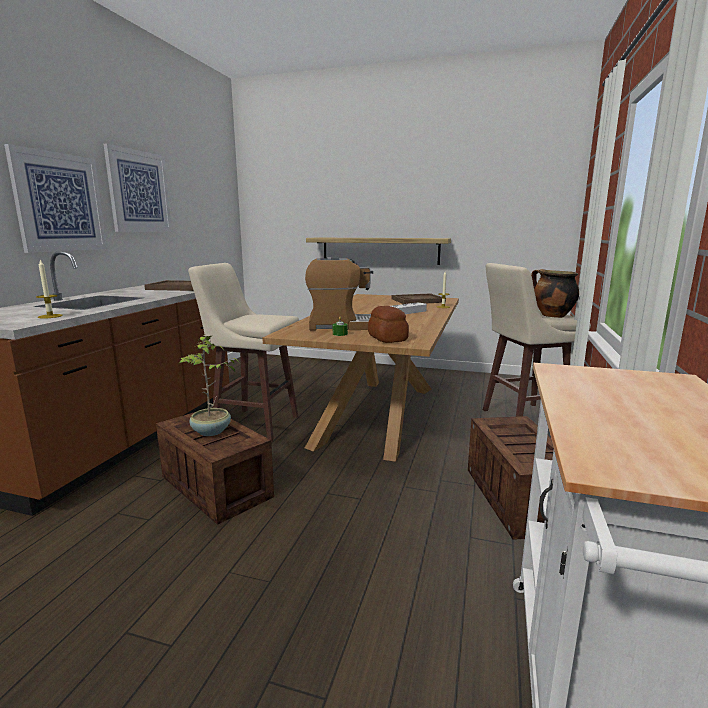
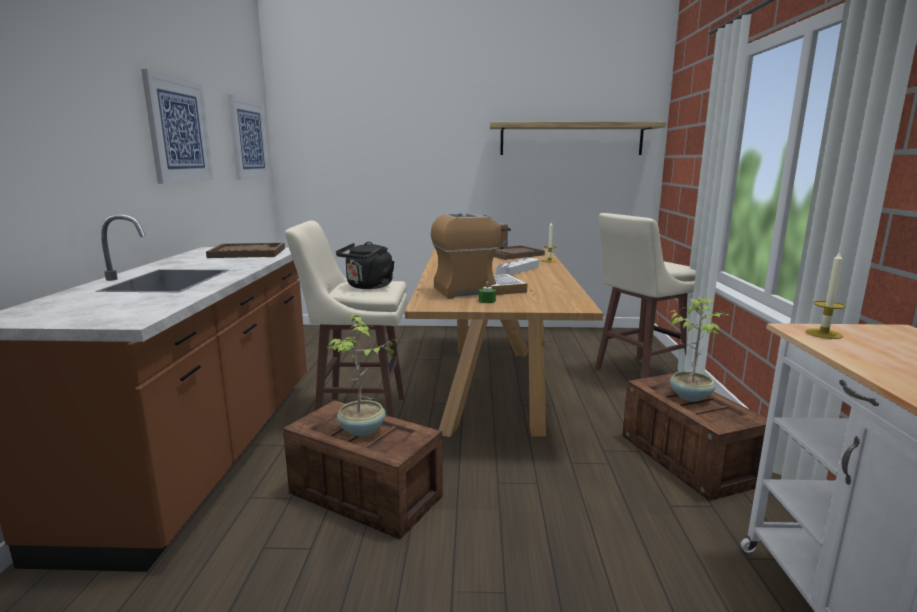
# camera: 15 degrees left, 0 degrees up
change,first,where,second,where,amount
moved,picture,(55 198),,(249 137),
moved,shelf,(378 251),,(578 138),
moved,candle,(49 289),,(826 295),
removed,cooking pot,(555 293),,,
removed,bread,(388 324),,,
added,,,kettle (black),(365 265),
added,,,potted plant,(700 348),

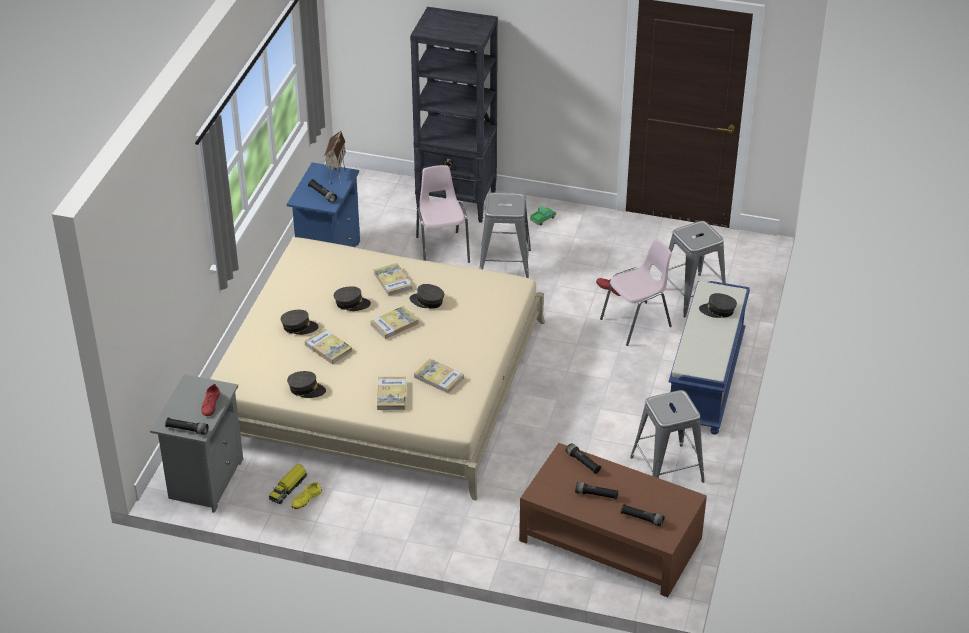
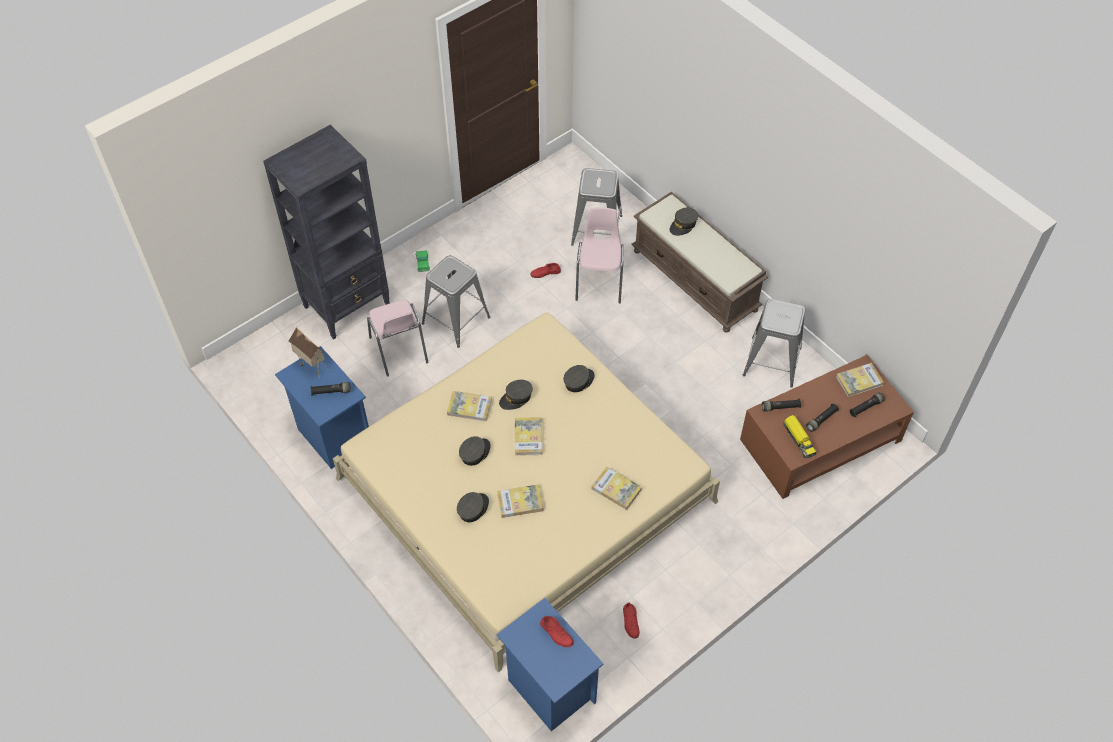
# camera: 55 degrees left, 15 degrees up
change,first,where,second,where,amount
turned,chair (pink),(443 214),,(398 338),135 degrees counterclockwise
recoloured,bench (blue),(709 358),bench (brown),(700 262),
moved,book,(439 376),,(860 380),
moved,cap (grey),(306 384),,(579 378),
recoloured,nightstand (grey),(196 443),nightstand (blue),(550 664),
removed,flashlight (black),(186 426),,,
moved,toy truck,(288 484),,(800 436),
recoloured,shoe (yellow),(306 495),shoe (red),(631 620),

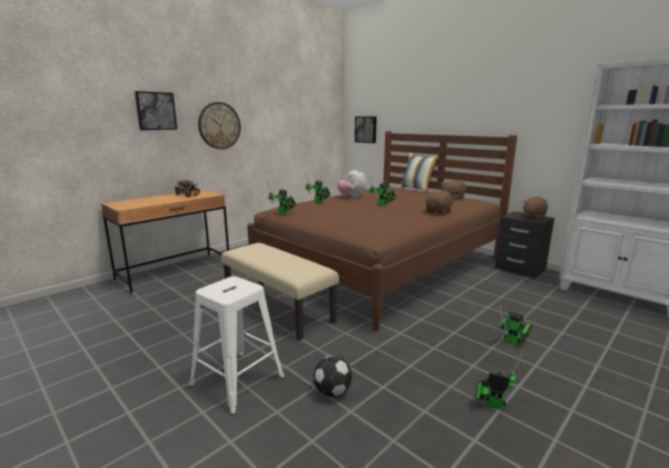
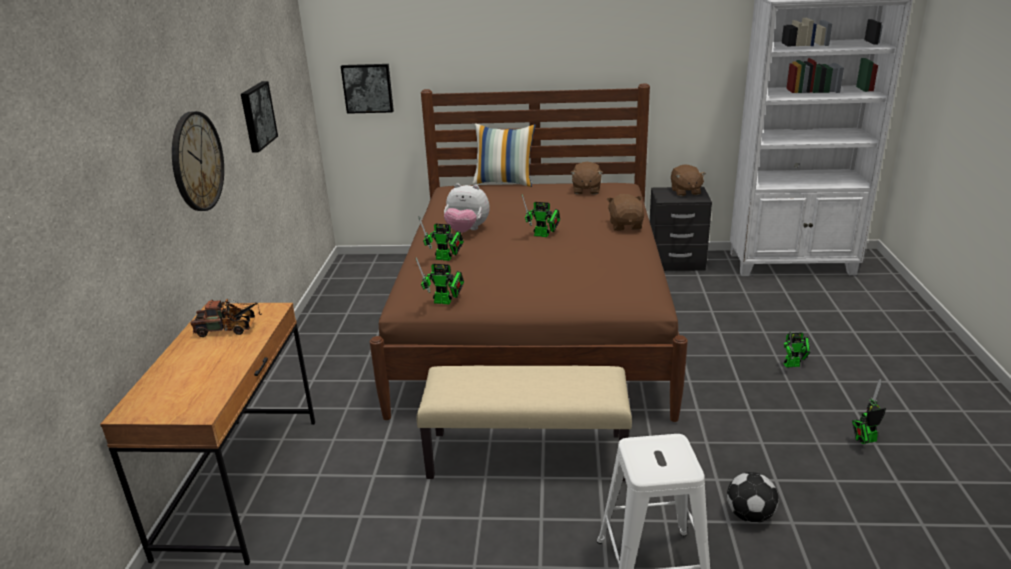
# camera: 40 degrees left, 10 degrees up
change,first,where,second,where,amount
moved,picture,(155 110),,(259 117),

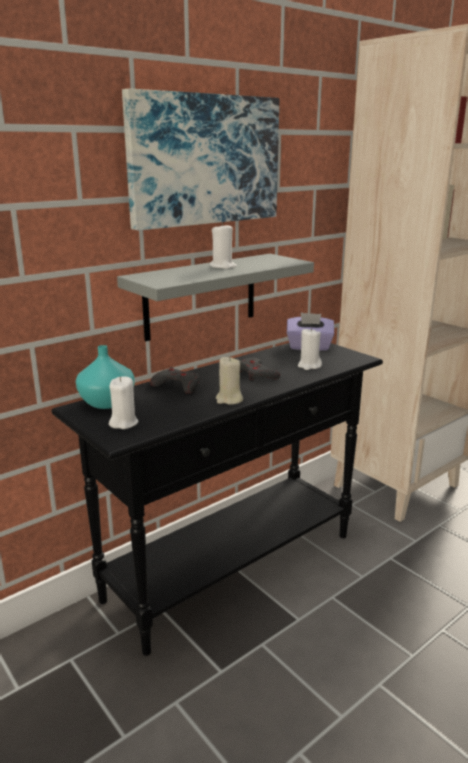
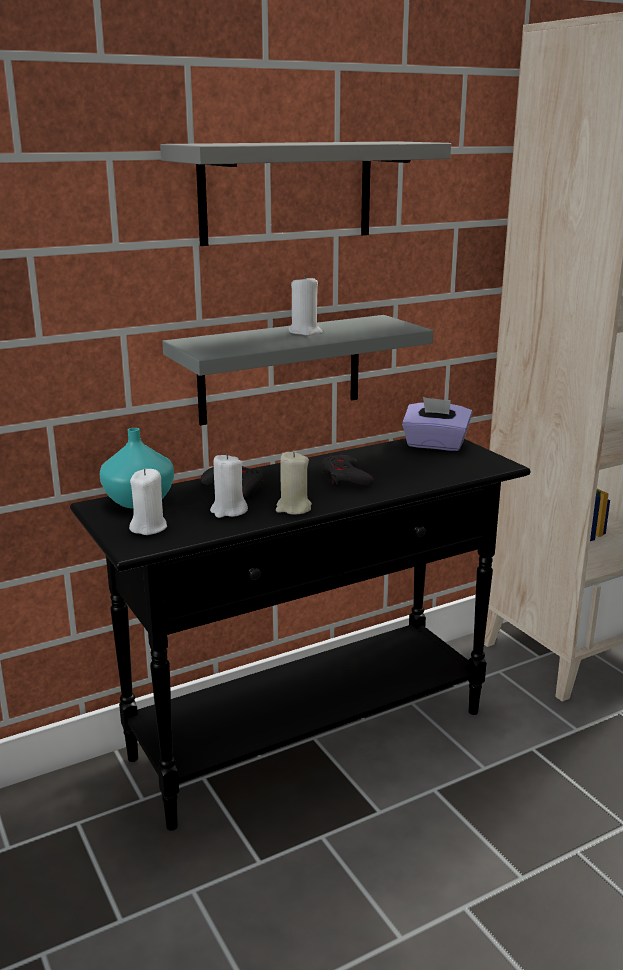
# camera: 10 degrees right, 0 degrees up
change,first,where,second,where,amount
replaced,picture,(200 159),shelf (grey),(305 193),
moved,candle (white),(310 349),,(229 486),

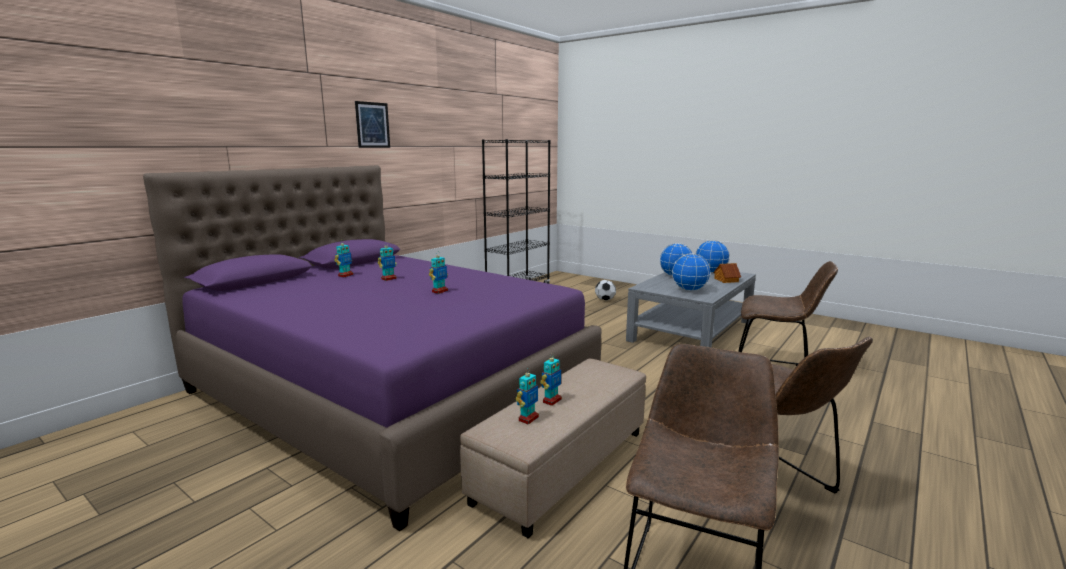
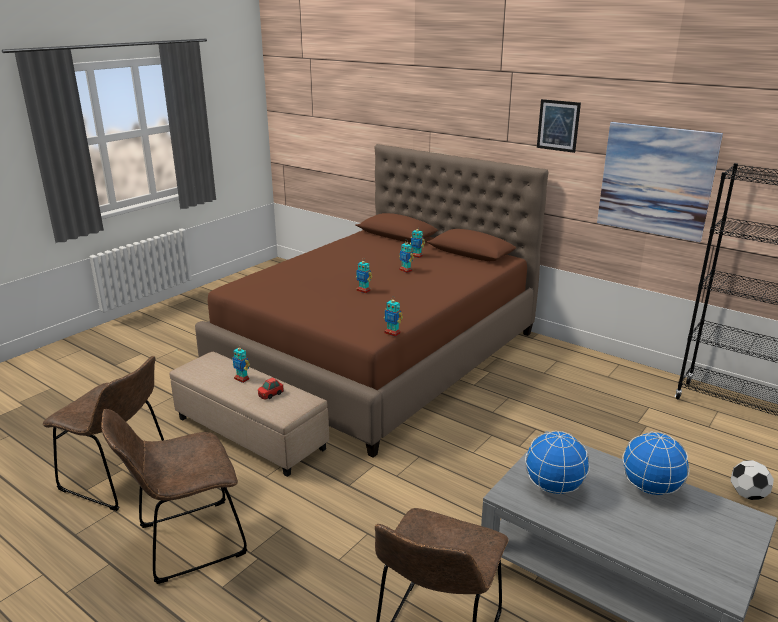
# camera: 90 degrees right, 10 degrees up
change,first,where,second,where,amount
recoloured,bed (purple),(372 348),bed (brown),(371 301),
removed,globe,(712 256),,,
removed,toy house,(727 273),,,
moved,toy robot,(527 396),,(393 316),
added,,,picture,(660 182),
added,,,toy car,(271 388),

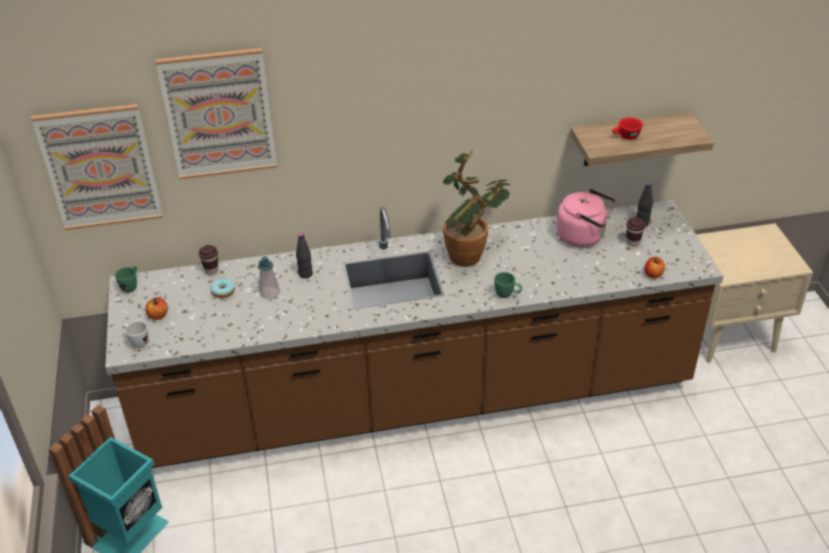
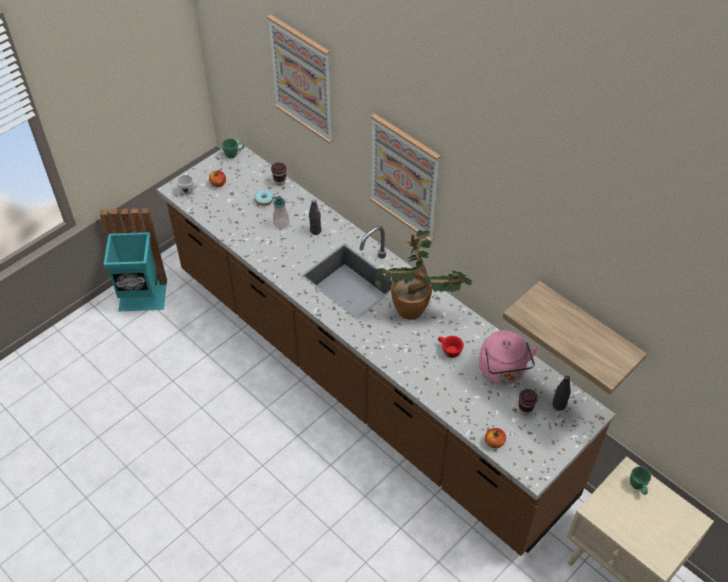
# camera: 55 degrees right, 10 degrees up
change,first,where,second,where,amount
moved,picture,(97 167),,(405 177),
moved,cup (red),(627 128),,(451 347),
moved,mug (green),(508 285),,(640 480),

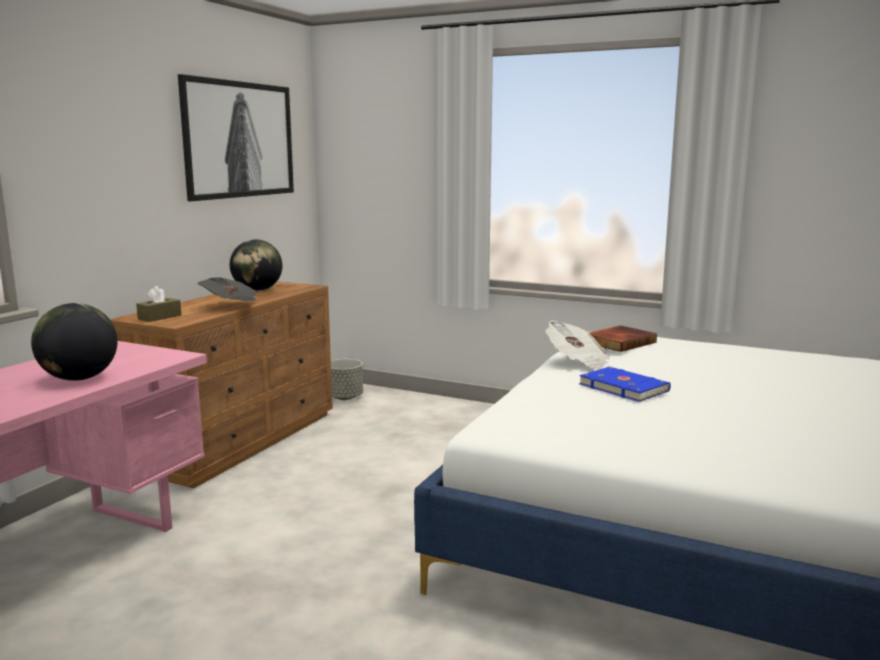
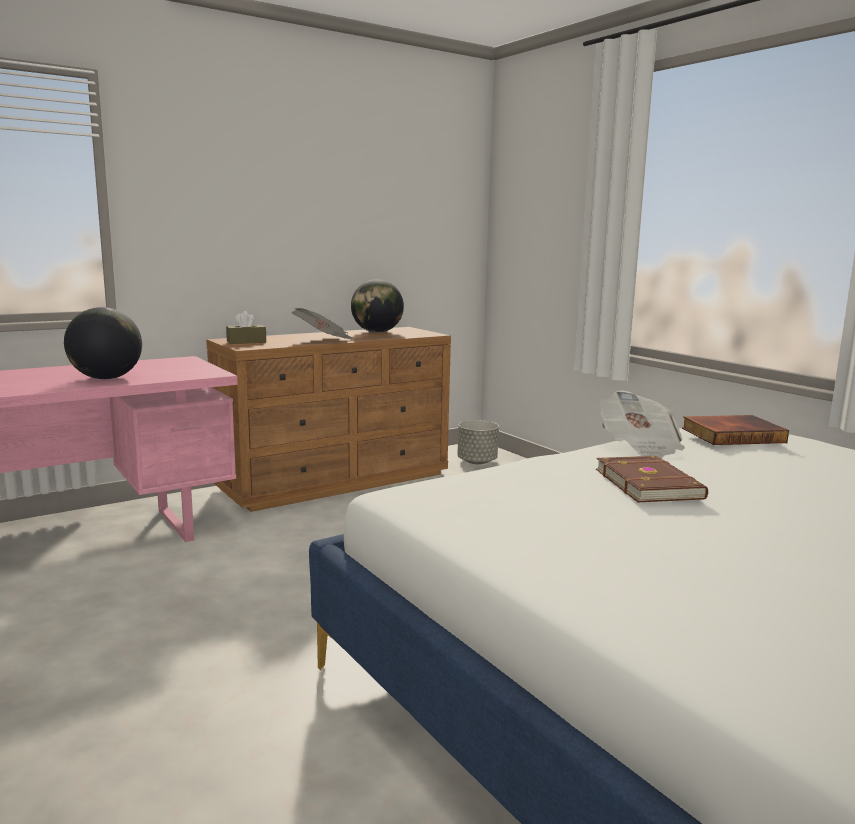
# camera: 30 degrees right, 0 degrees up
change,first,where,second,where,amount
removed,picture,(236 137),,,
recoloured,book (blue),(625 384),book (brown),(652 479),

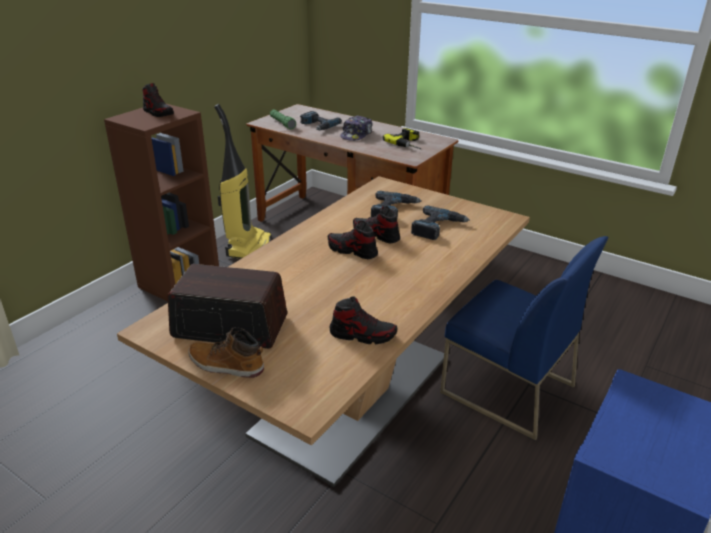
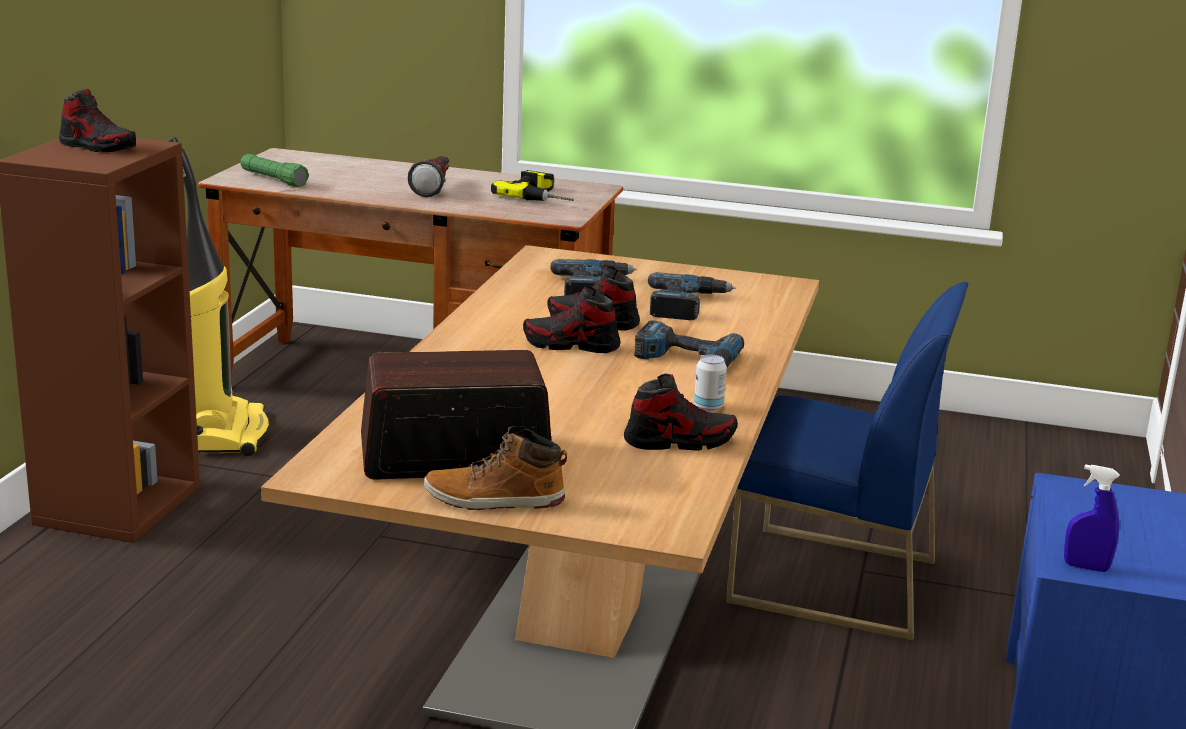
# camera: 20 degrees left, 10 degrees down
change,first,where,second,where,amount
moved,power drill,(321 120),,(689 343),
replaced,cap,(356 128),flashlight,(428 176),
added,,,can,(710 383),
added,,,spray bottle (blue),(1091 518),

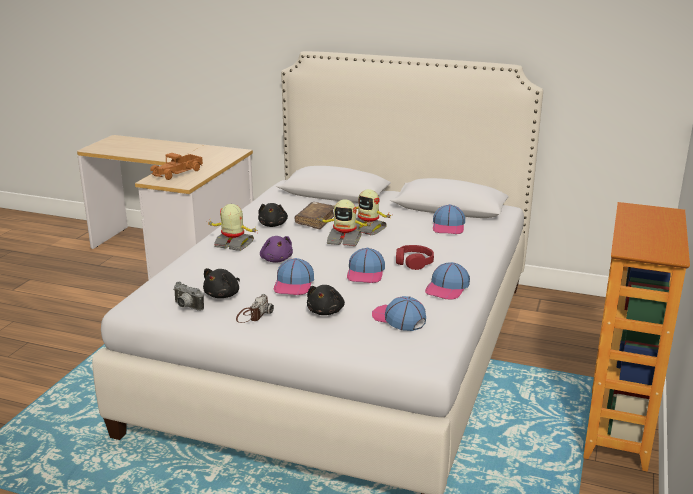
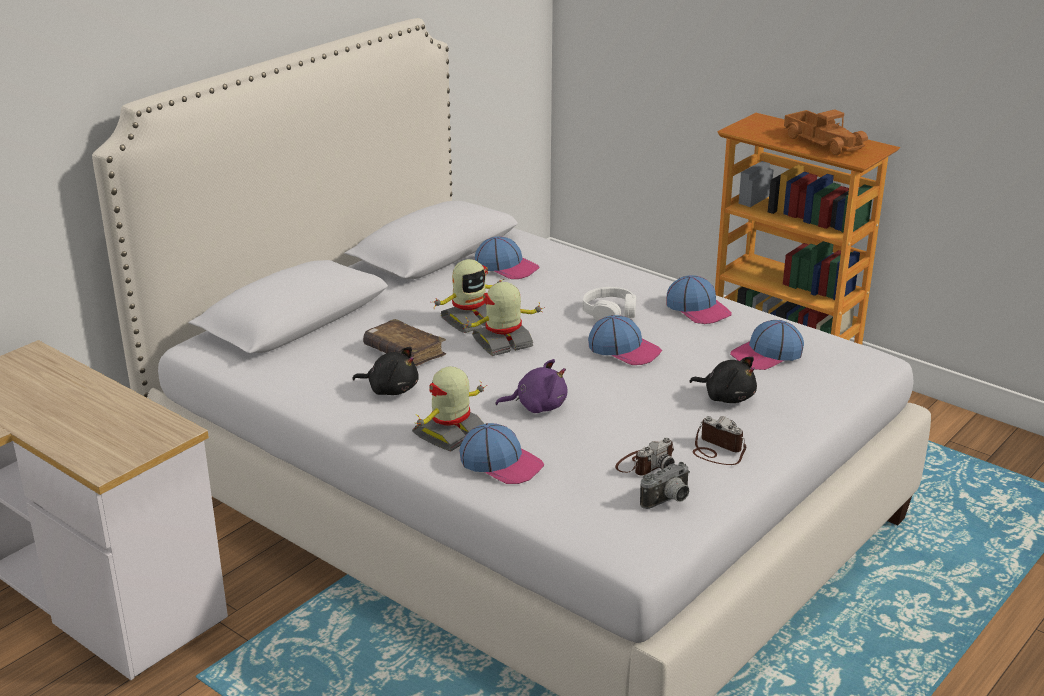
# camera: 70 degrees left, 5 degrees up
change,first,where,second,where,amount
moved,toy truck,(176 166),,(825 132),
turned,toy robot,(345 222),,(503 319),150 degrees counterclockwise
recoloured,headphones (red),(415 257),headphones (white),(609 304),
moved,cap,(294 276),,(501 453),
replaced,plush toy (black),(221 283),photo camera,(644 456),

